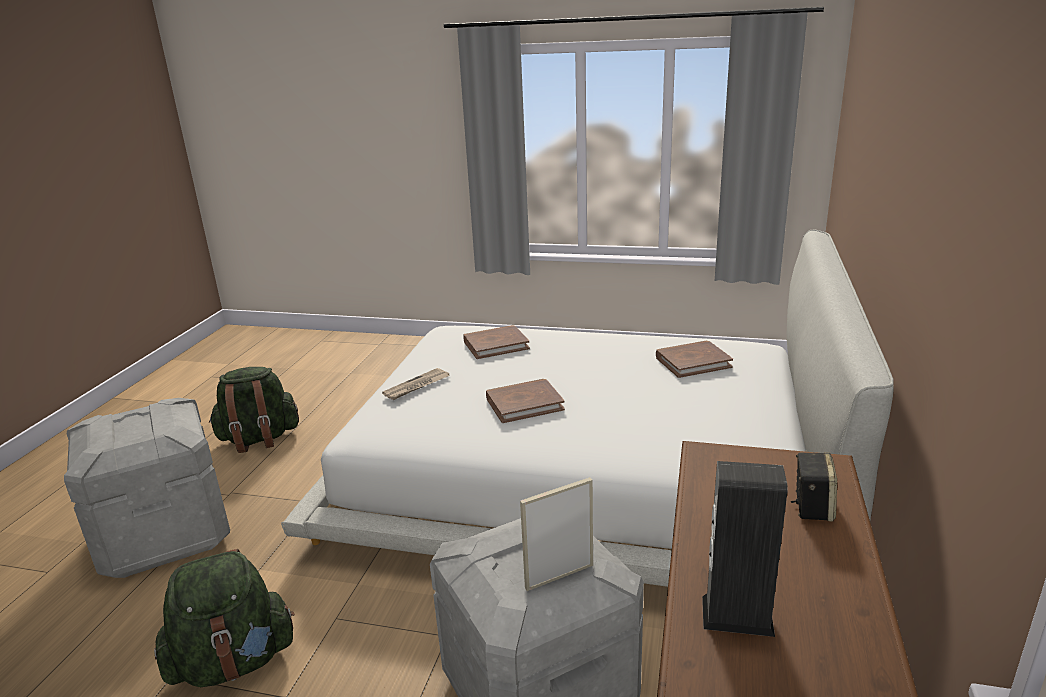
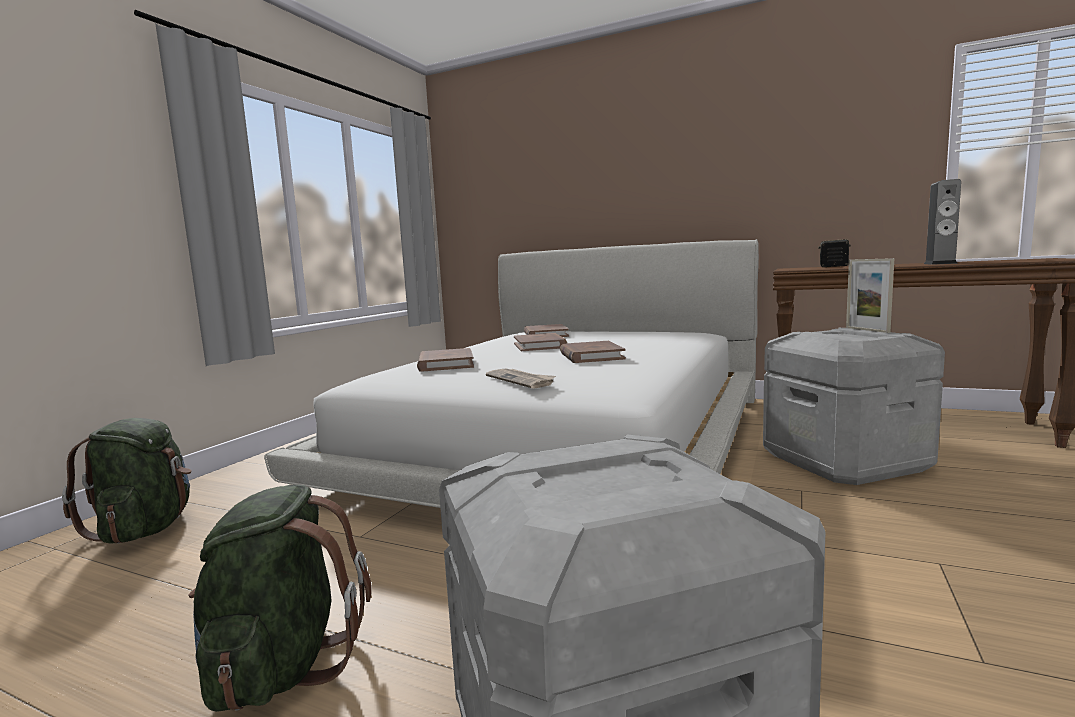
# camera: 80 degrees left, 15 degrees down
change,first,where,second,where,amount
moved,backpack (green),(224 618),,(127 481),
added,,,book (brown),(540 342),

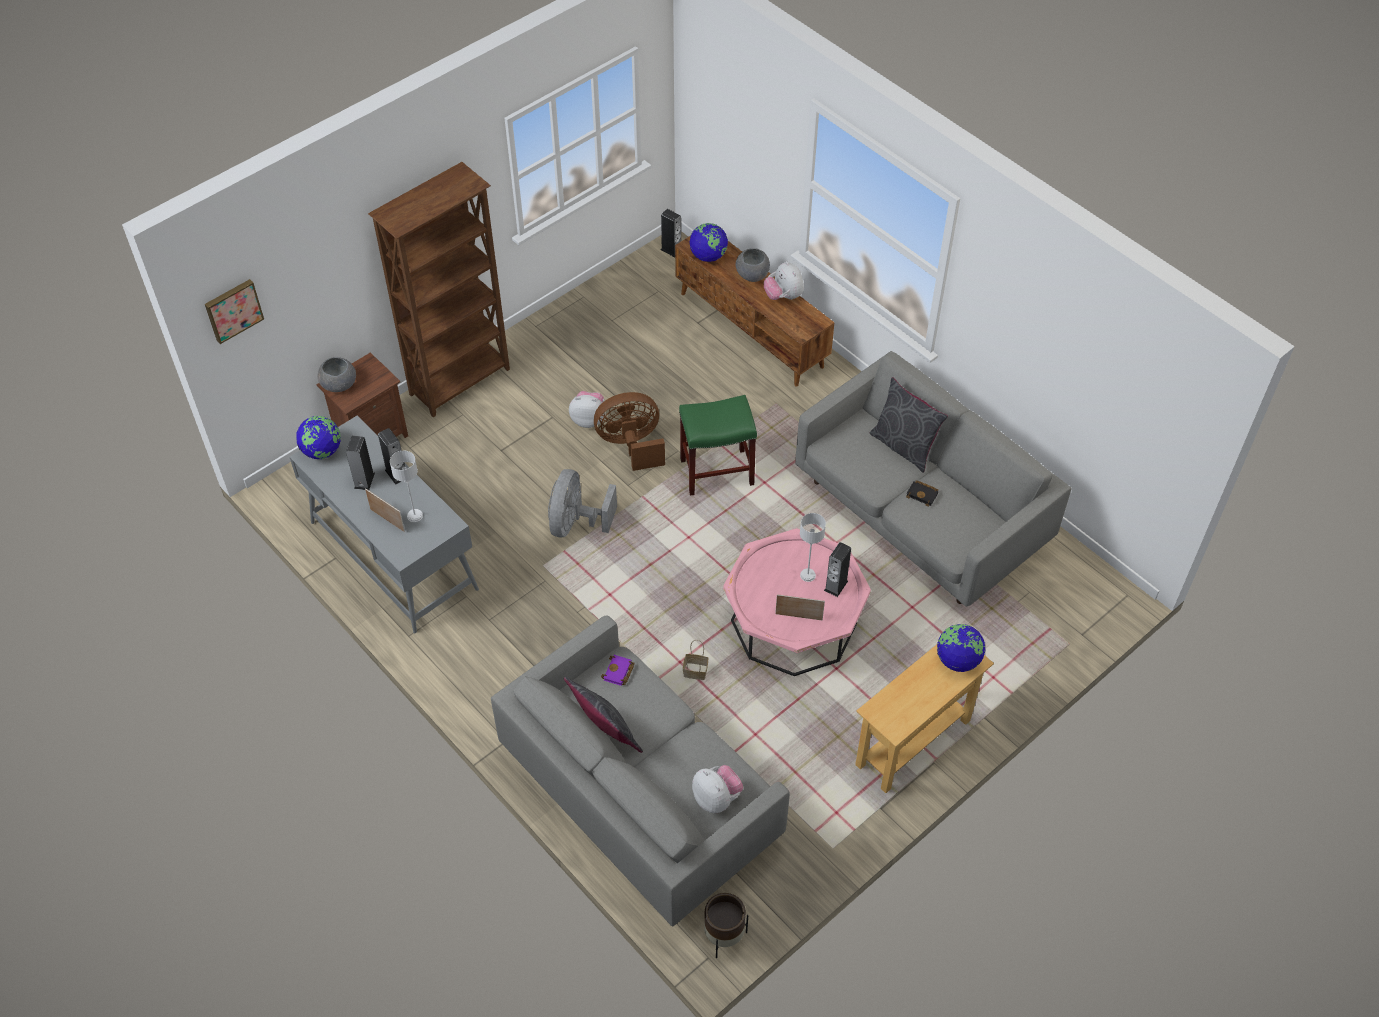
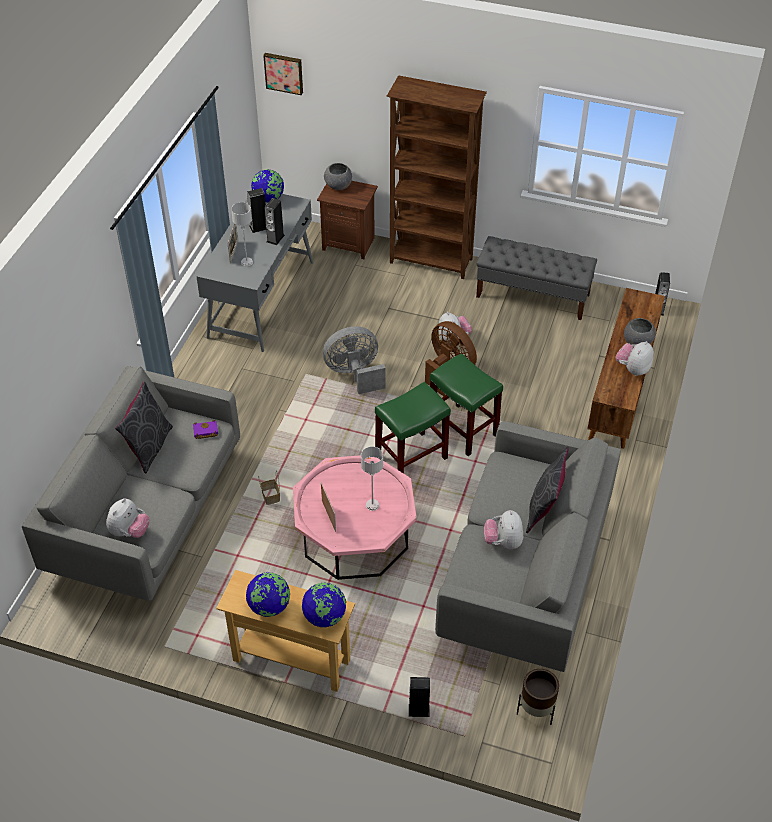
# camera: 60 degrees right, 5 degrees down
change,first,where,second,where,amount
moved,globe,(708 242),,(268 594),
replaced,book (black),(922 493),plush toy,(503 529),
moved,speaker,(837 569),,(419 697),
moved,planter (brown),(726 925),,(538 697),
added,,,bench (grey),(536 278),
added,,,stool (green),(413 427),

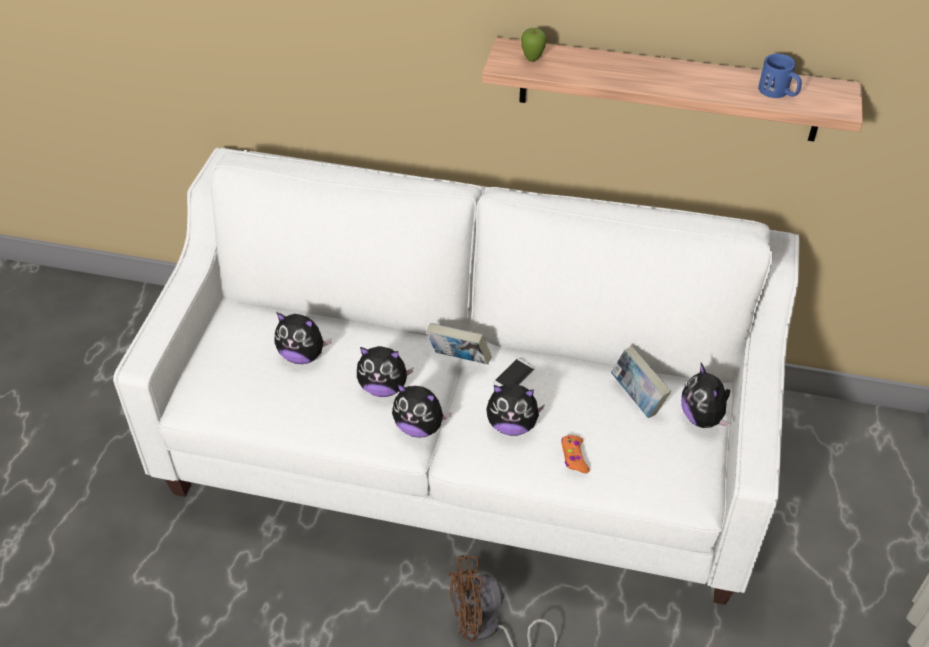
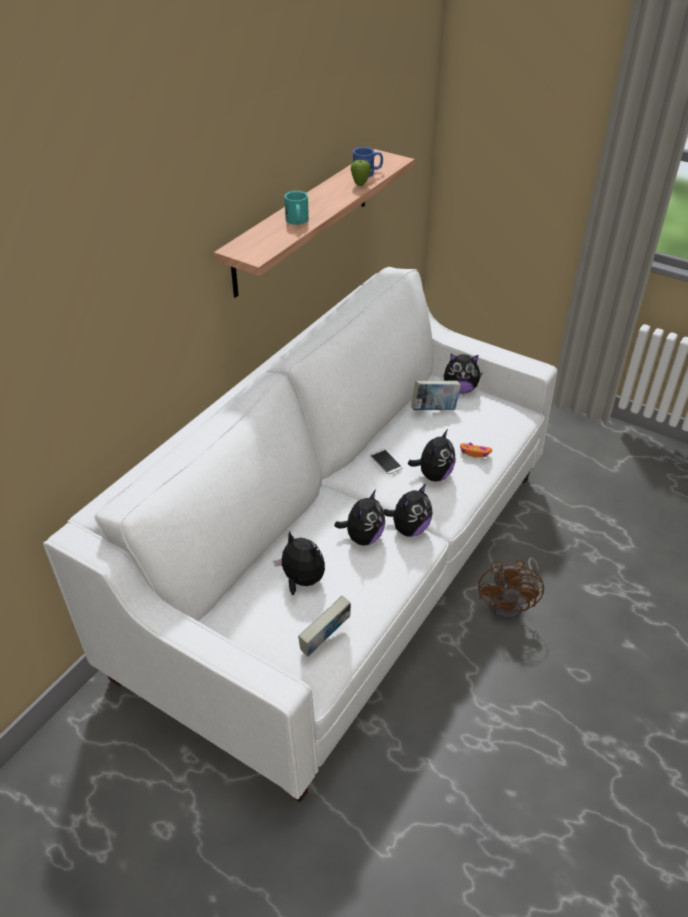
# camera: 70 degrees left, 5 degrees down
change,first,where,second,where,amount
moved,apple,(534 45),,(360 173),
turned,plush toy,(303 338),,(299 563),90 degrees counterclockwise
moved,book,(459 343),,(324 626),
added,,,mug (turquoise),(296 208),

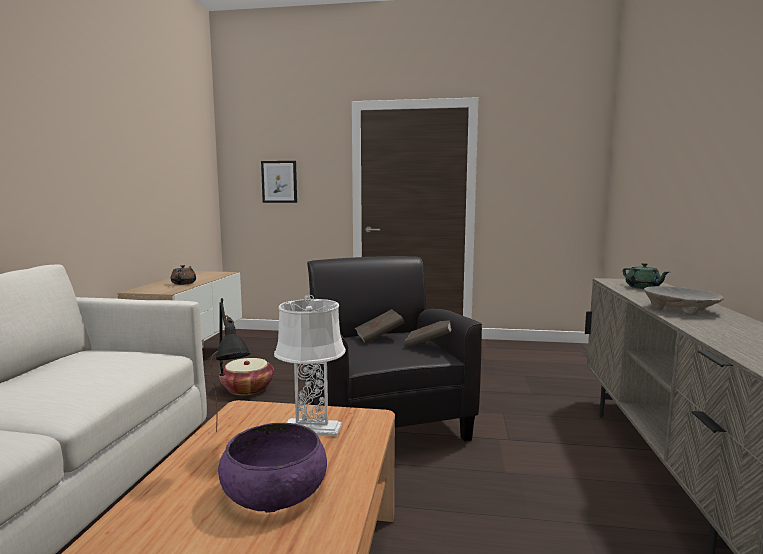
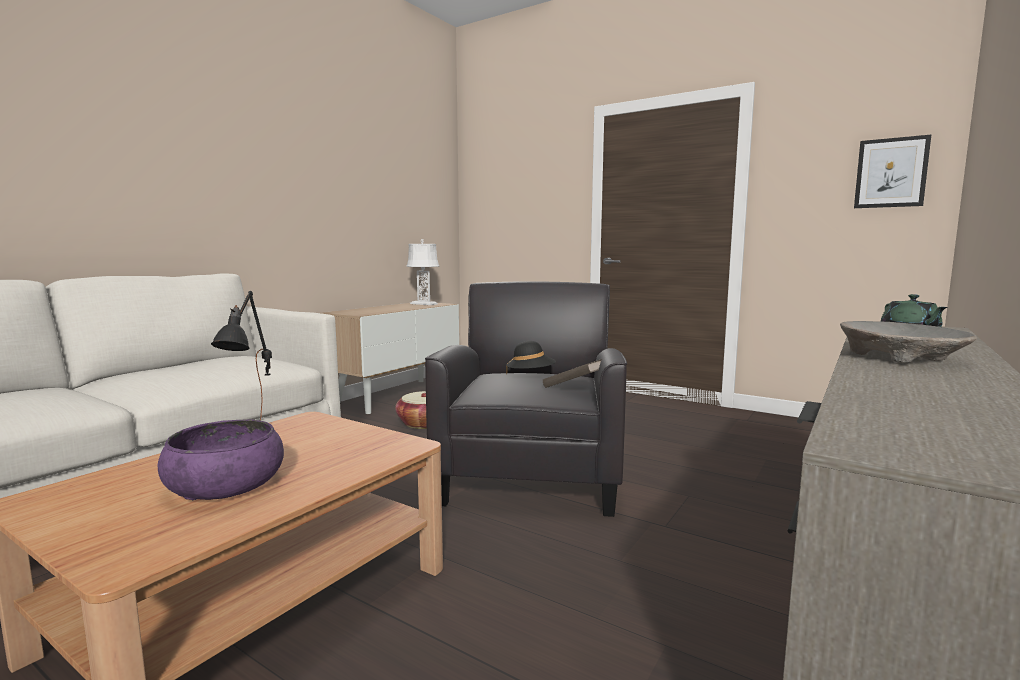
# camera: 25 degrees right, 0 degrees up
change,first,where,second,where,amount
moved,picture,(279 182),,(892 171),
removed,teapot (brown),(183 275),,,
moved,table lamp (white),(310 365),,(423 272),
replaced,book (brown),(380 326),hat (black),(531 358),

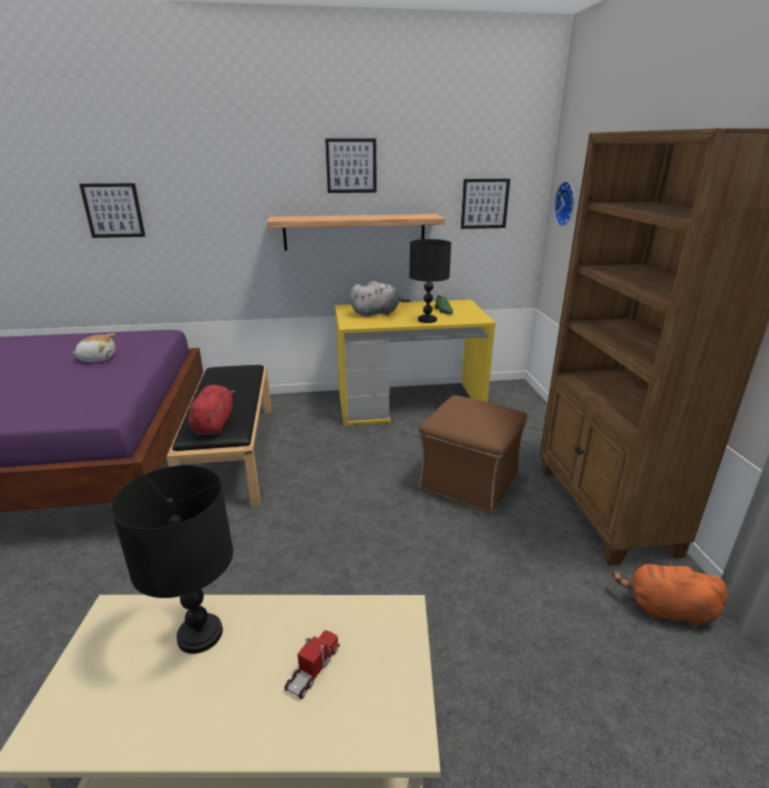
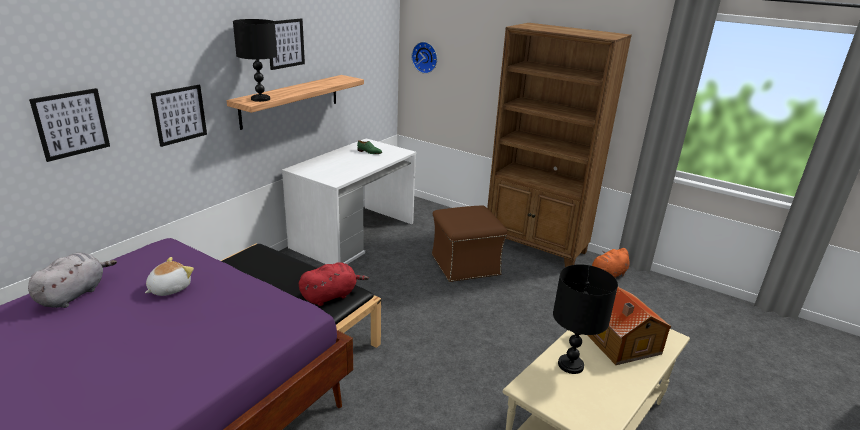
# camera: 50 degrees left, 0 degrees up
change,first,where,second,where,amount
moved,picture,(485 204),,(179 116),
moved,table lamp (black),(430 281),,(255 60),
moved,plush toy (grey),(380 299),,(72 280),
recoloured,desk (yellow),(415 363),desk (white),(349 201),
turned,plush toy (red),(211 410),,(334 284),105 degrees clockwise
replaced,toy truck,(312 664),toy house,(629 326),

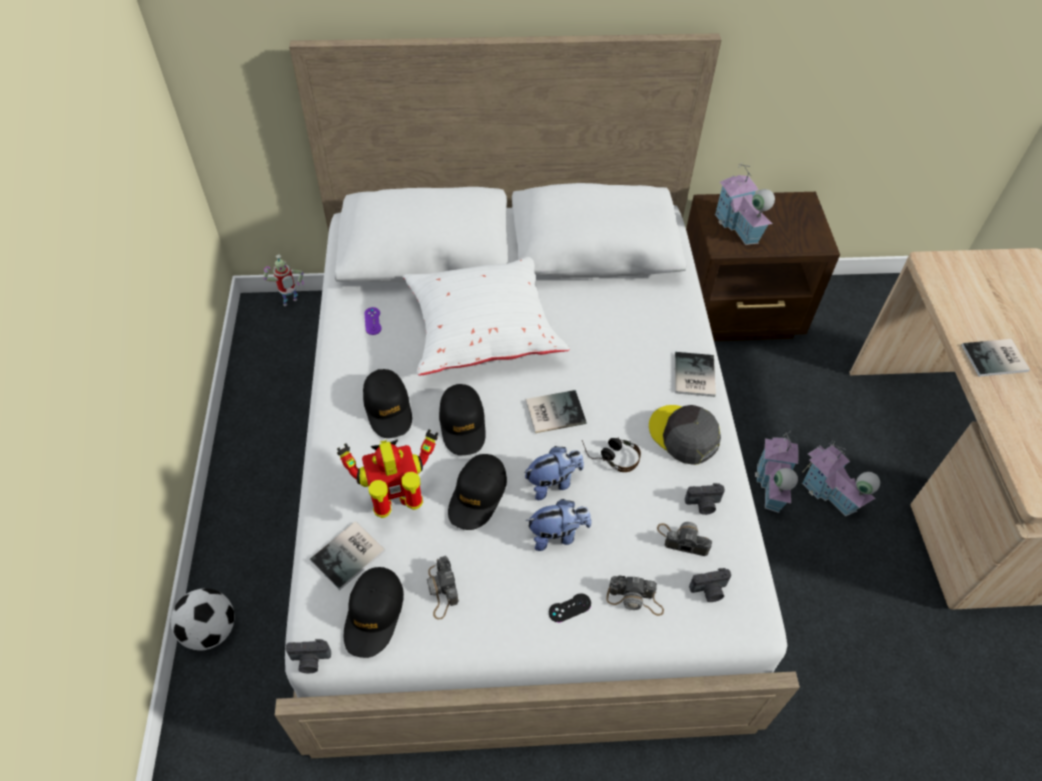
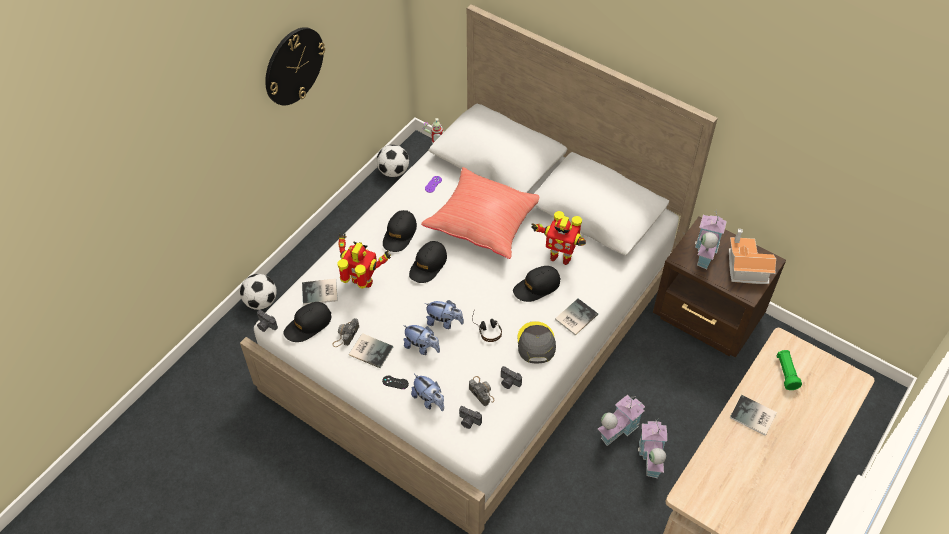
# camera: 40 degrees right, 0 degrees up
change,first,where,second,where,amount
recoloured,pillow (white),(486 316),pillow (red),(480 213),
moved,book,(556 411),,(371 350),
moved,cap (black),(477 492),,(537 284),
replaced,photo camera,(635 595),plush toy,(427 392),
added,,,wall clock,(295 66),
added,,,football,(392 161),
added,,,toy robot,(558 238),
added,,,toy house,(752 256),
added,,,flashlight (green),(789 370),

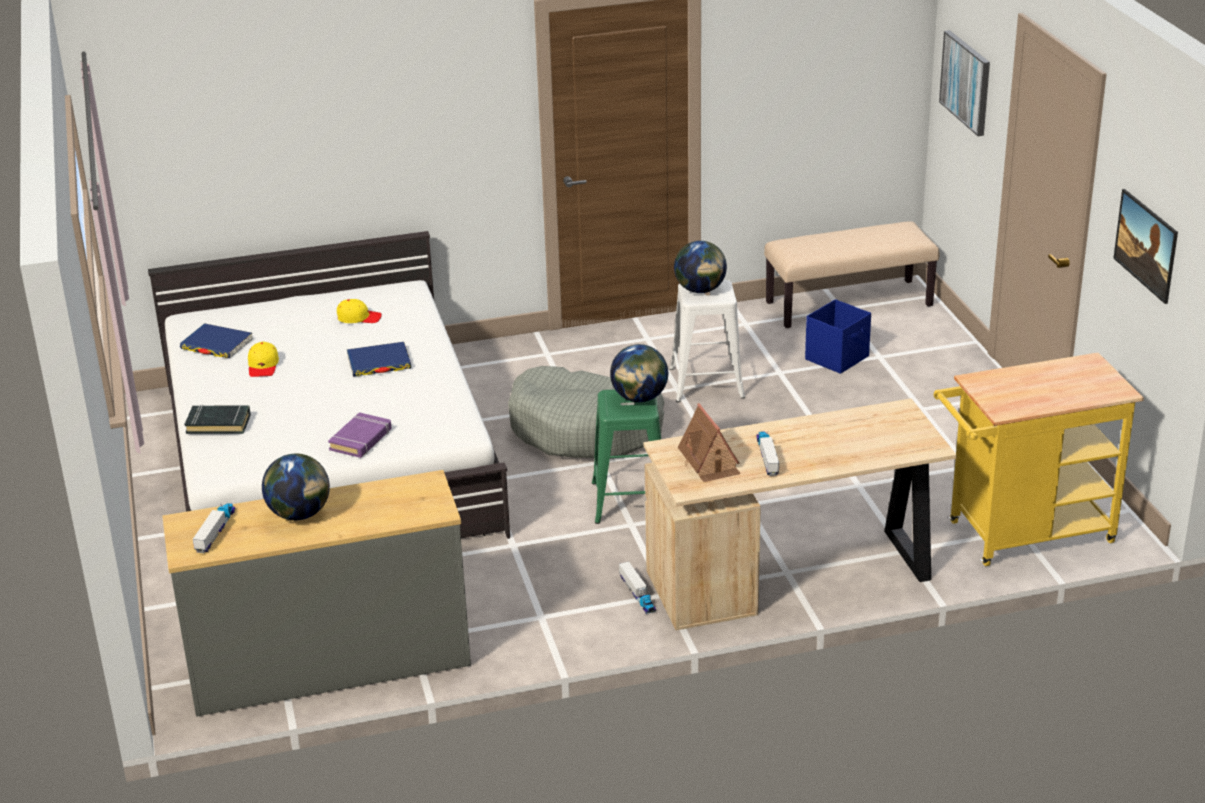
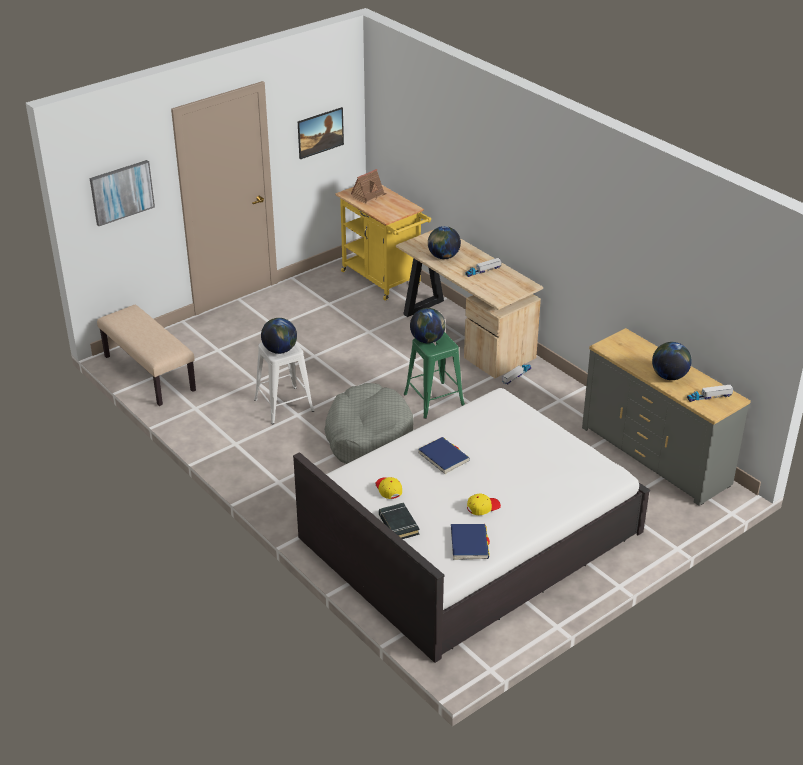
# camera: 115 degrees left, 5 degrees up
change,first,where,second,where,amount
removed,storage box (blue),(838 336),,,
moved,toy house,(709 442),,(369 186),
moved,book (black),(217 419),,(399 521),
removed,book (purple),(360 435),,,
added,,,globe,(444 242),

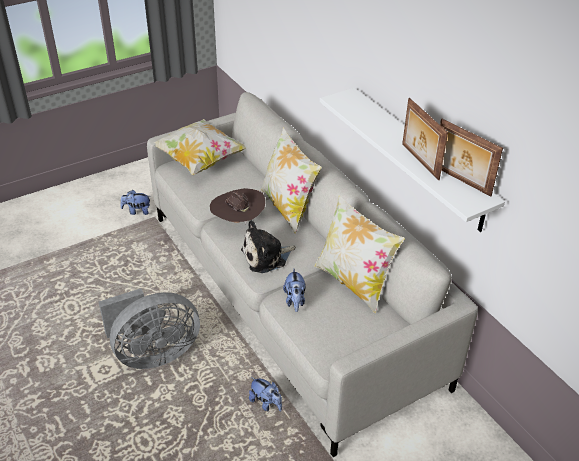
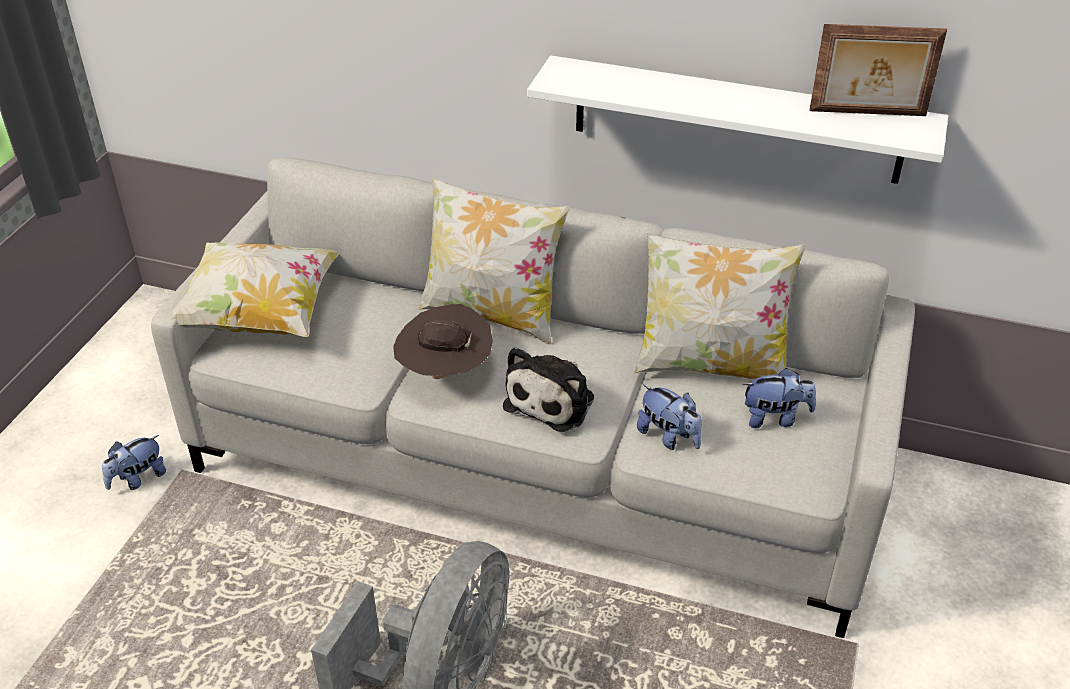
# camera: 40 degrees left, 0 degrees up
change,first,where,second,where,amount
removed,picture frame,(425 139),,,
moved,plush toy,(265 394),,(779 398),

